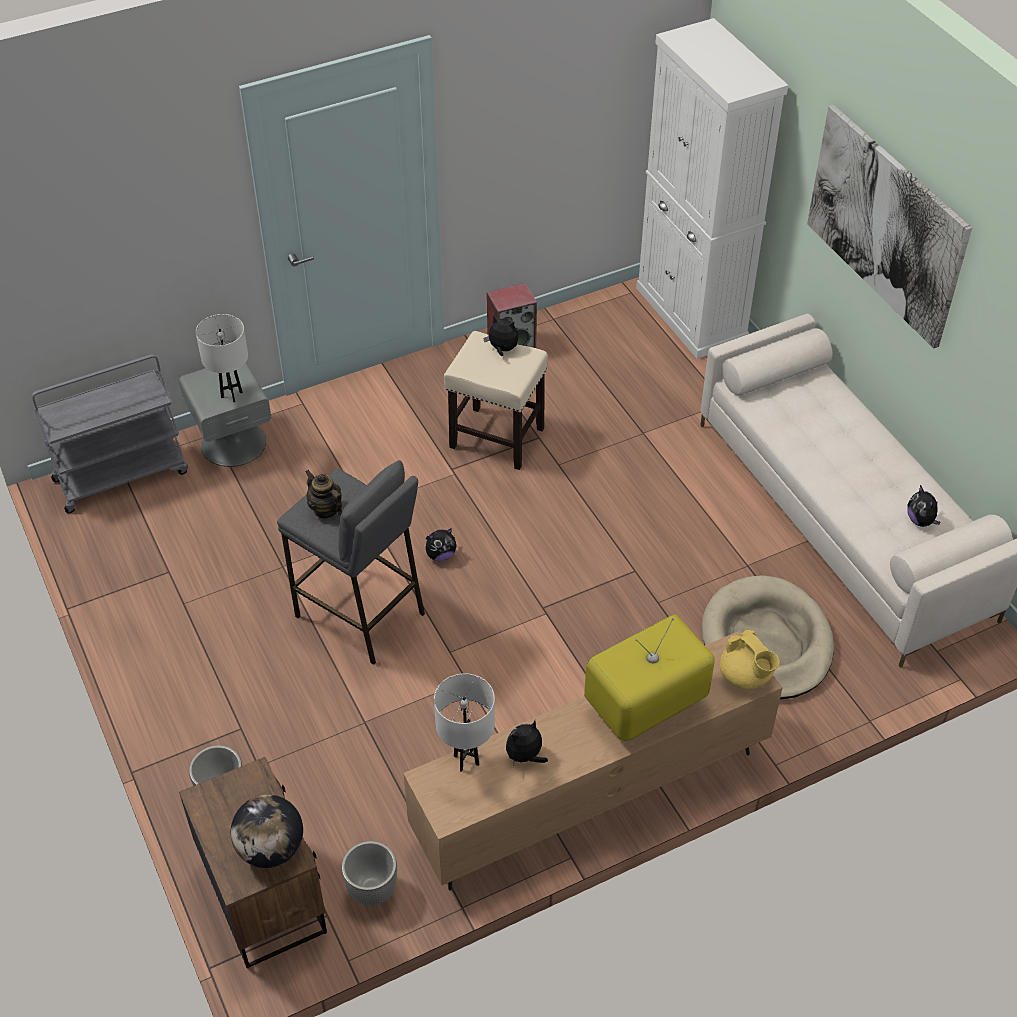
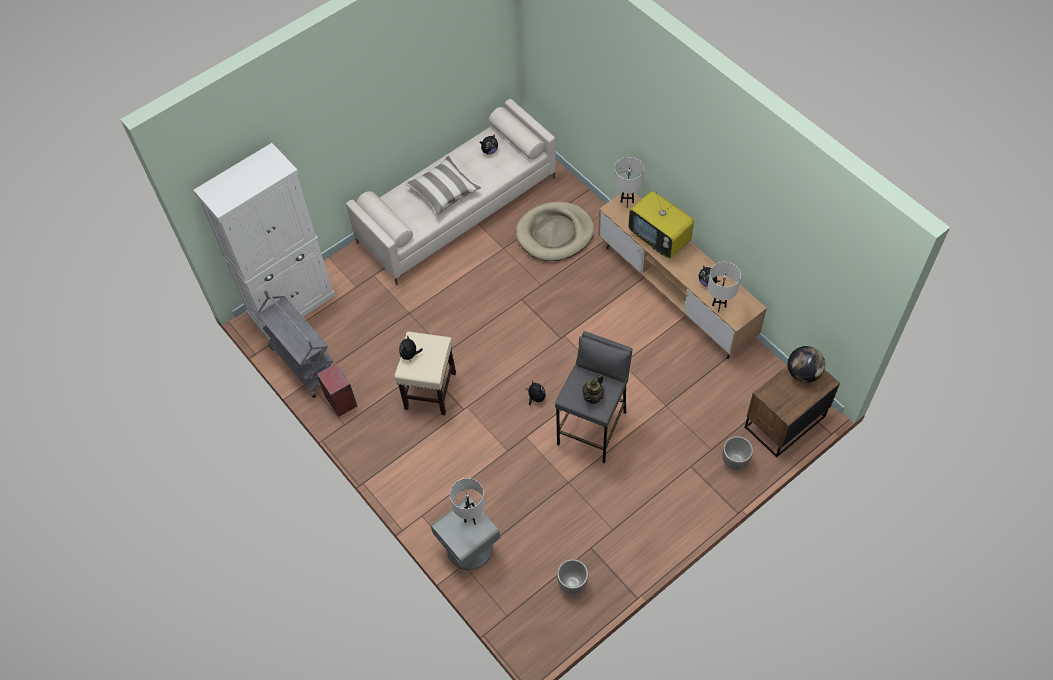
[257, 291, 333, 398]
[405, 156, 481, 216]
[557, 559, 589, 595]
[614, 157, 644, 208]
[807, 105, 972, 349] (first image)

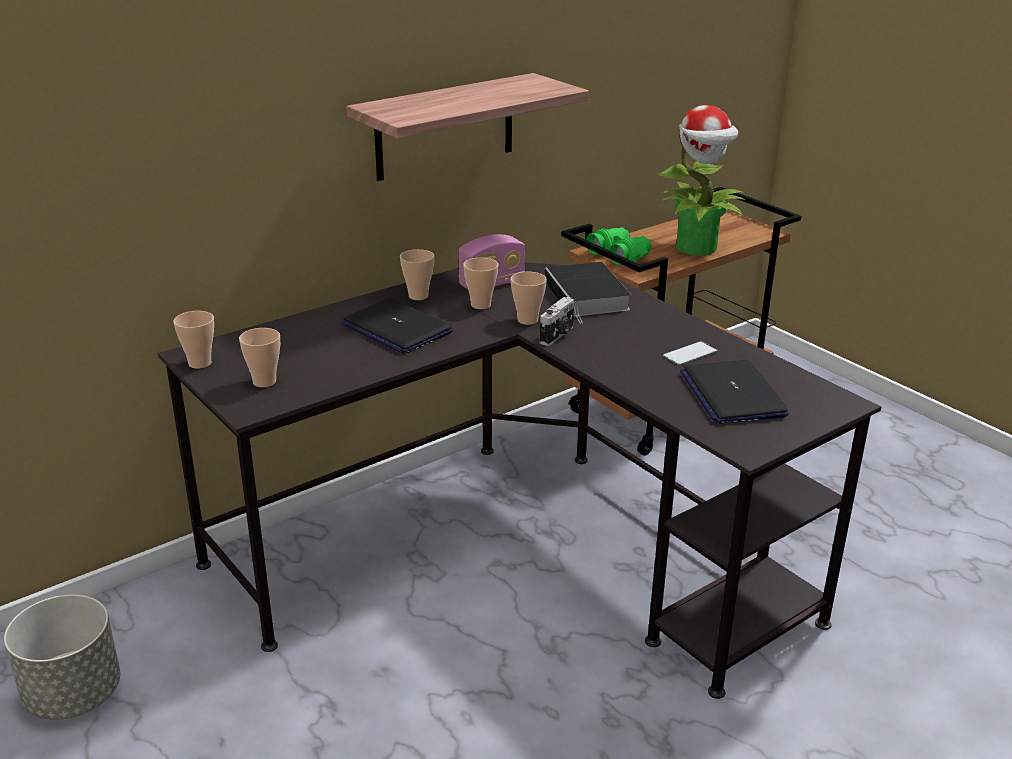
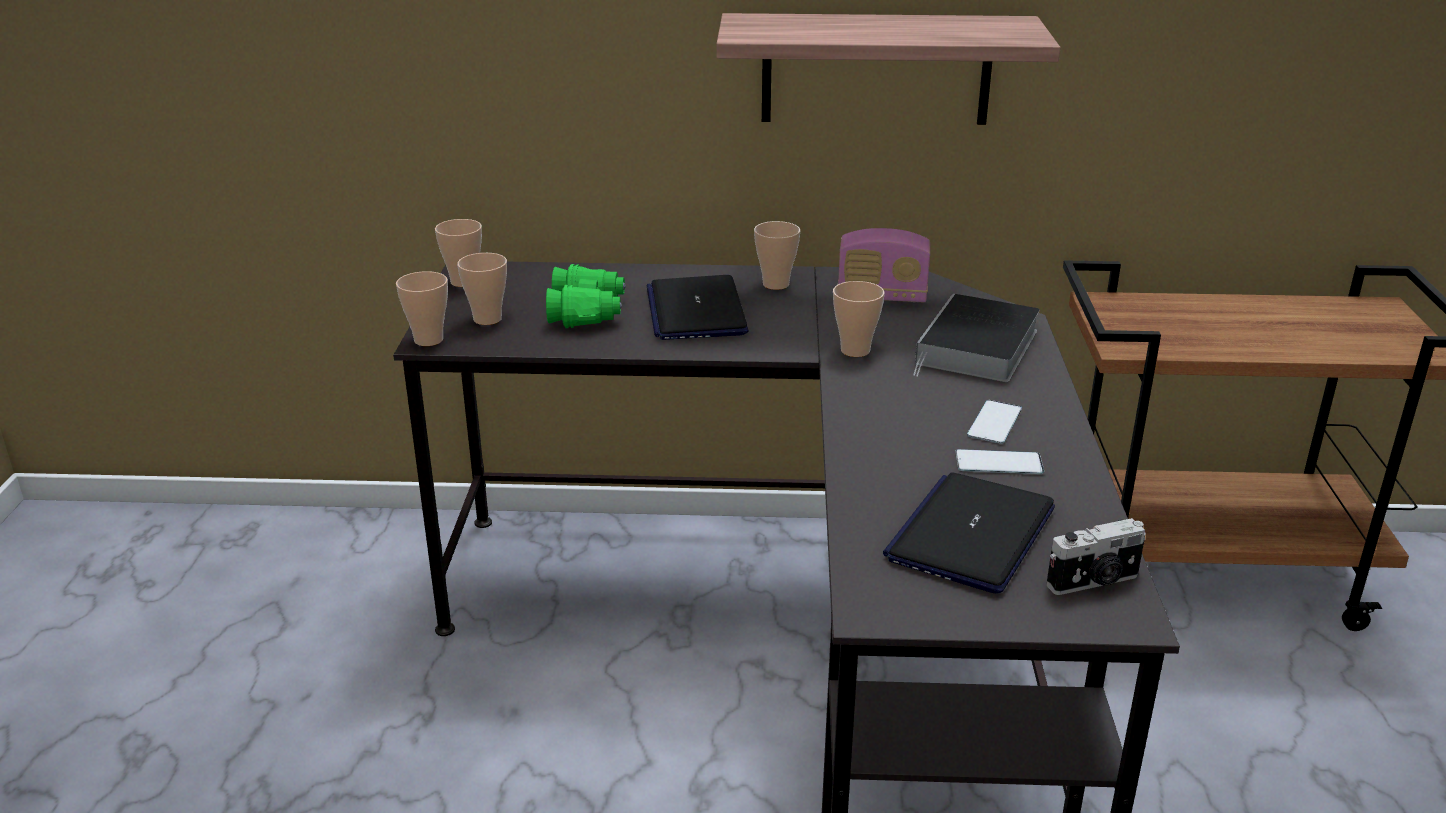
[396, 271, 448, 346]
[546, 264, 626, 328]
[967, 400, 1022, 444]
[1046, 518, 1146, 595]
[4, 594, 120, 720] (first image)
[658, 105, 745, 256] (first image)

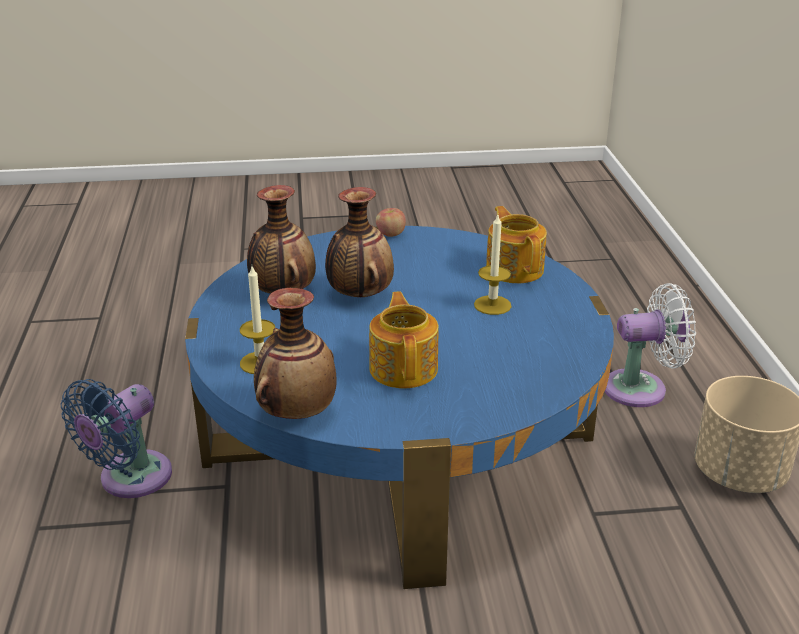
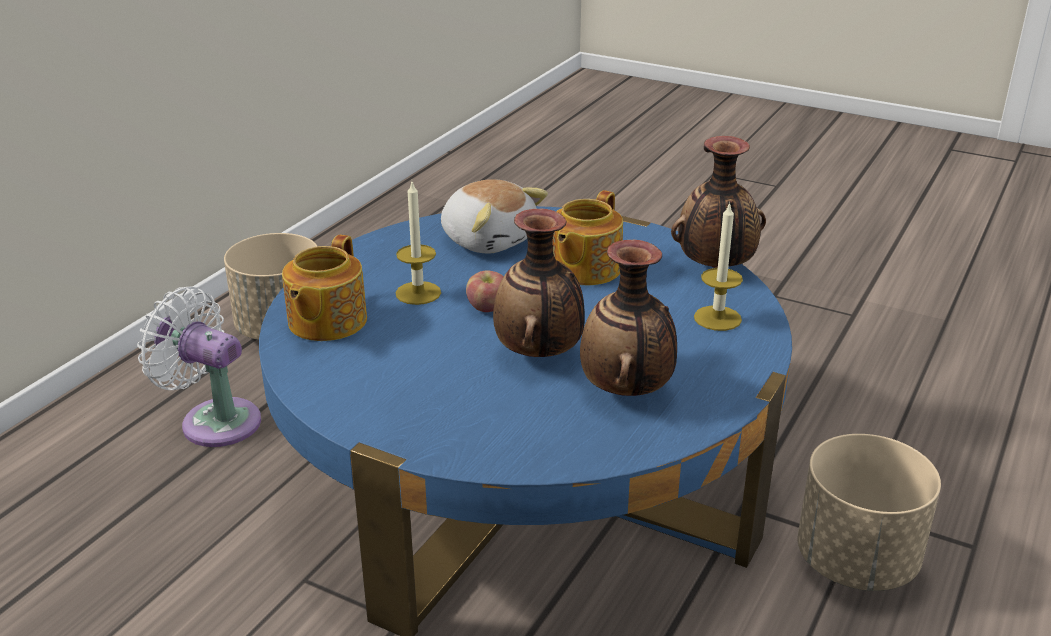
[441, 179, 548, 253]
[466, 270, 504, 312]
[797, 434, 941, 591]

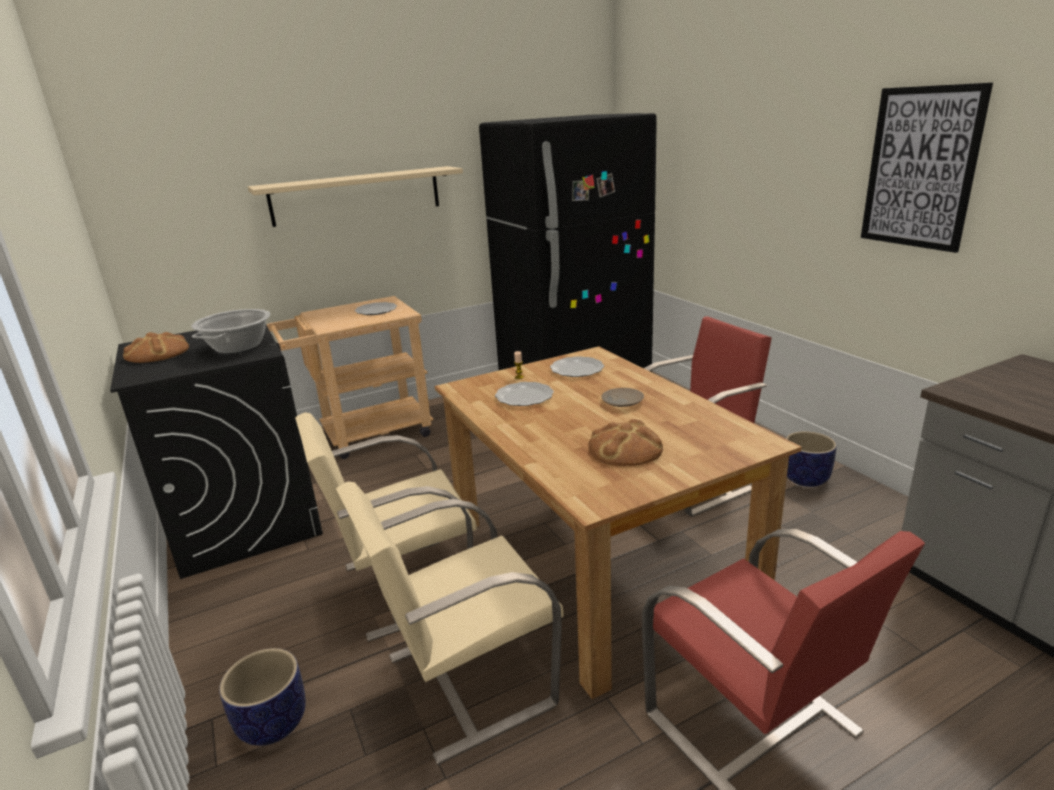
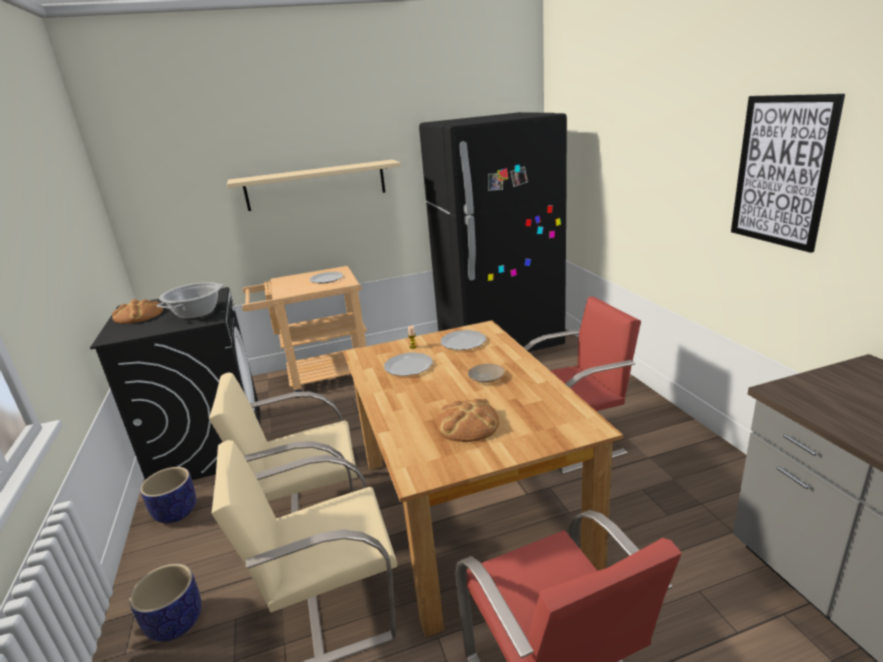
[140, 467, 197, 524]

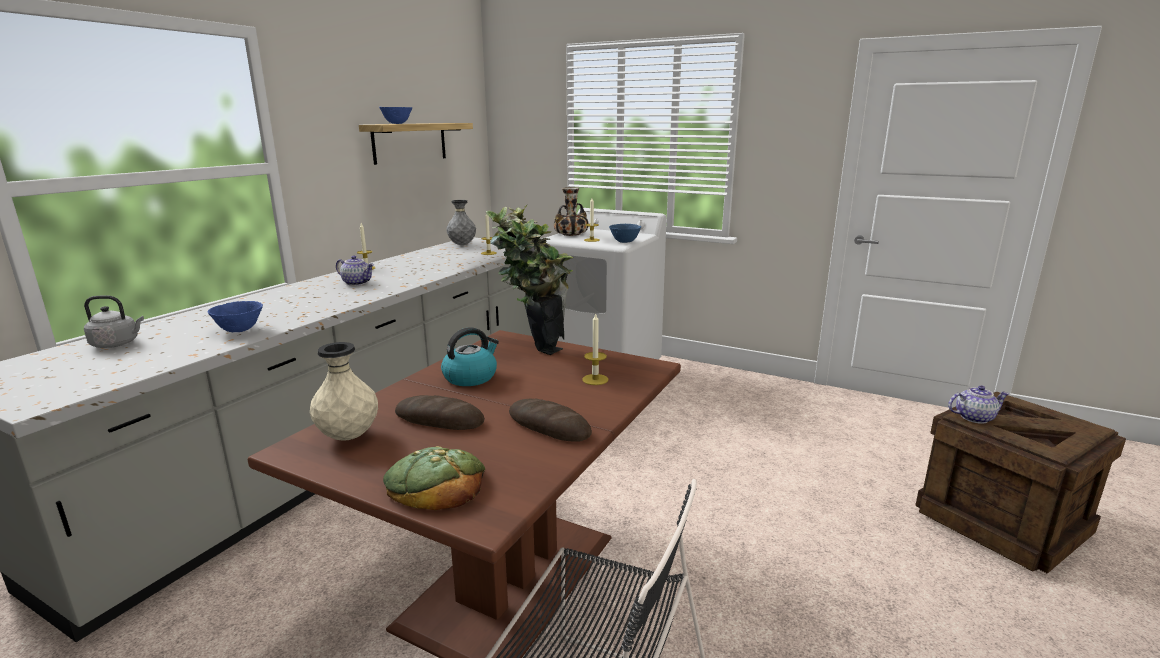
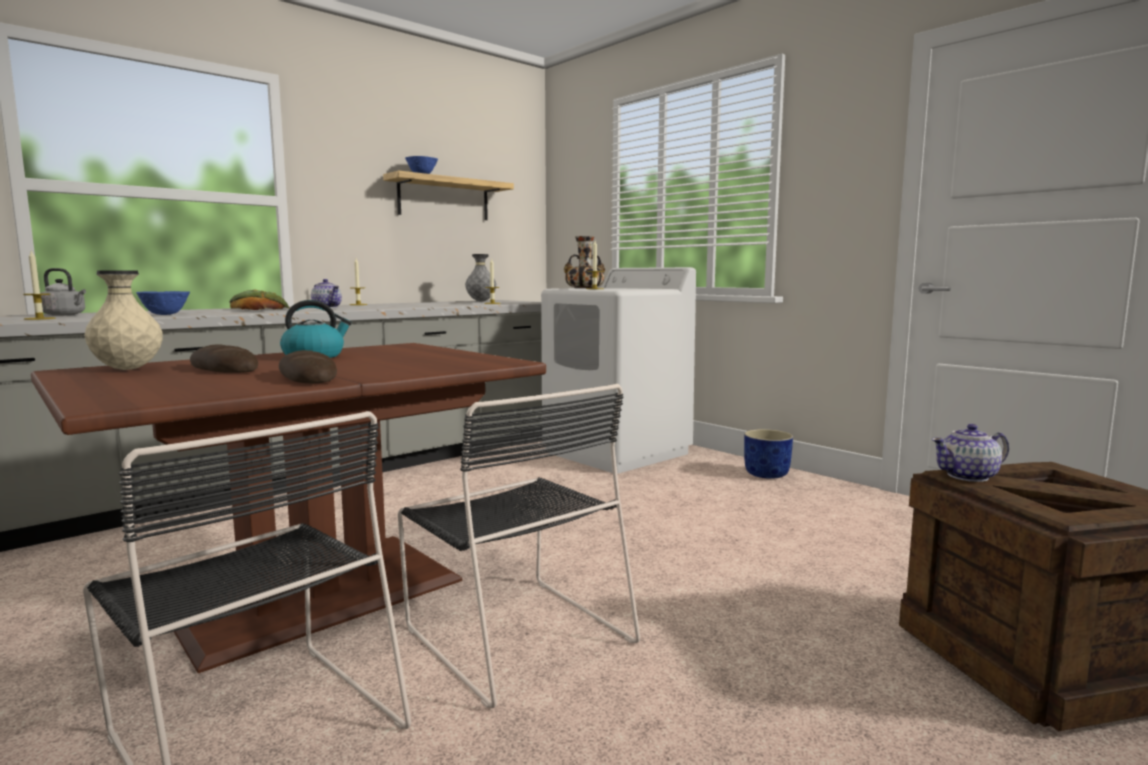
[23, 251, 56, 320]
[230, 290, 290, 310]
[398, 384, 640, 708]
[744, 429, 793, 479]
[931, 424, 1009, 482]
[486, 205, 573, 355] (first image)
[609, 224, 641, 243] (first image)

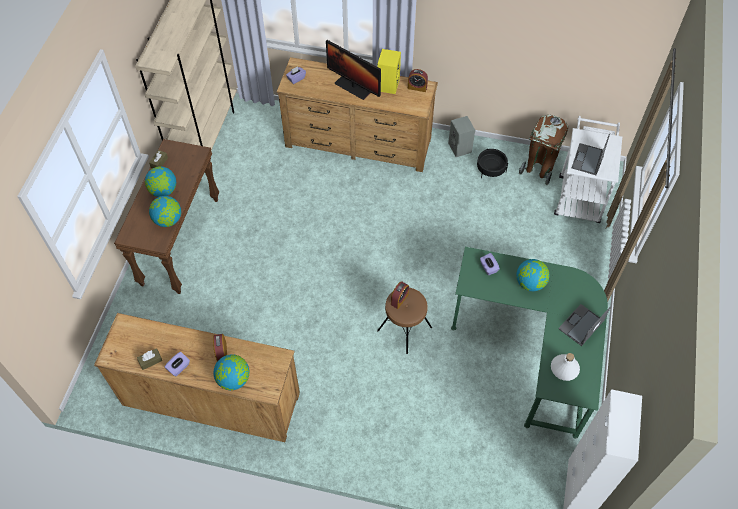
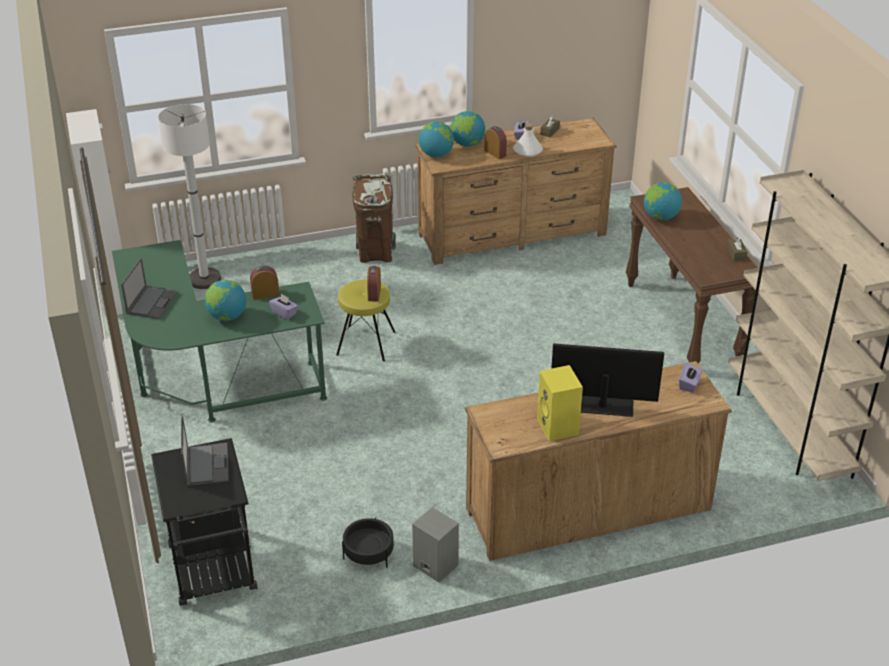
[151, 438, 257, 606]
[158, 104, 221, 289]
[250, 265, 280, 300]
[336, 279, 395, 362]
[352, 174, 396, 263]
[419, 122, 454, 158]
[513, 123, 543, 157]

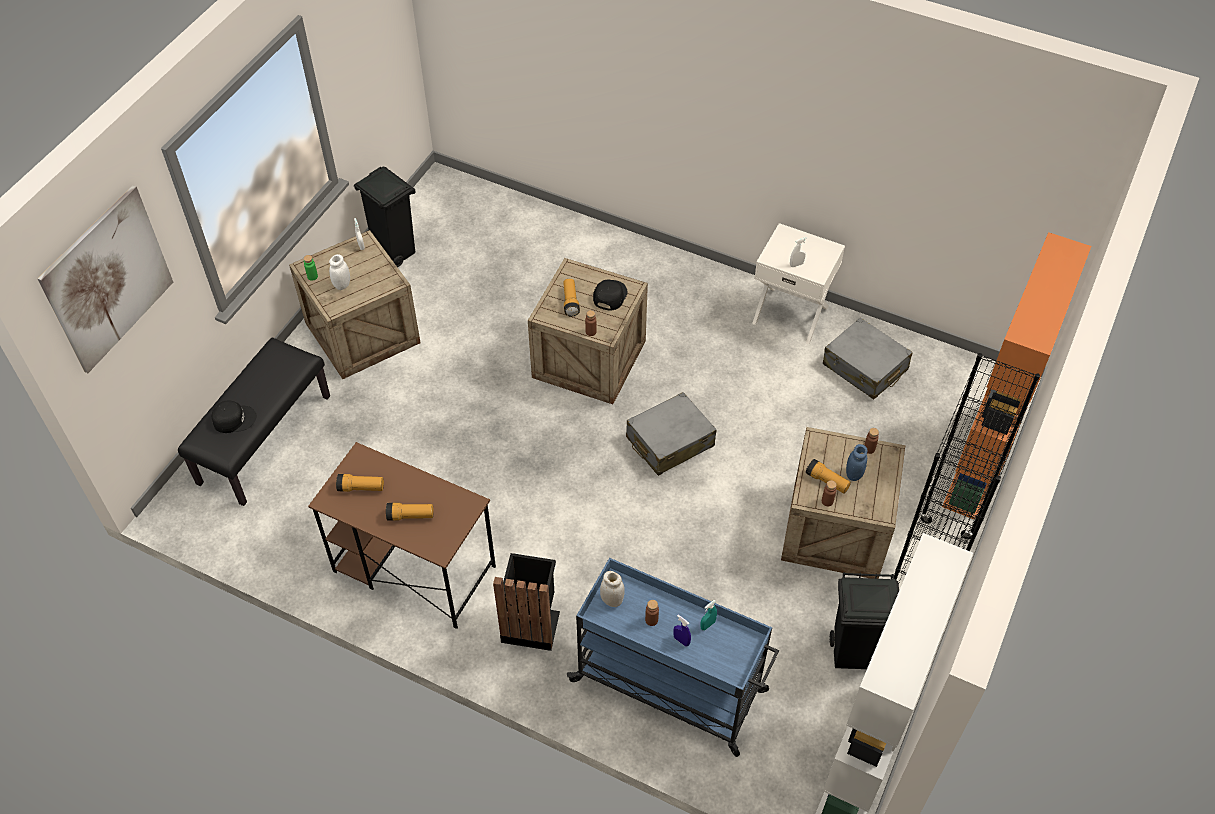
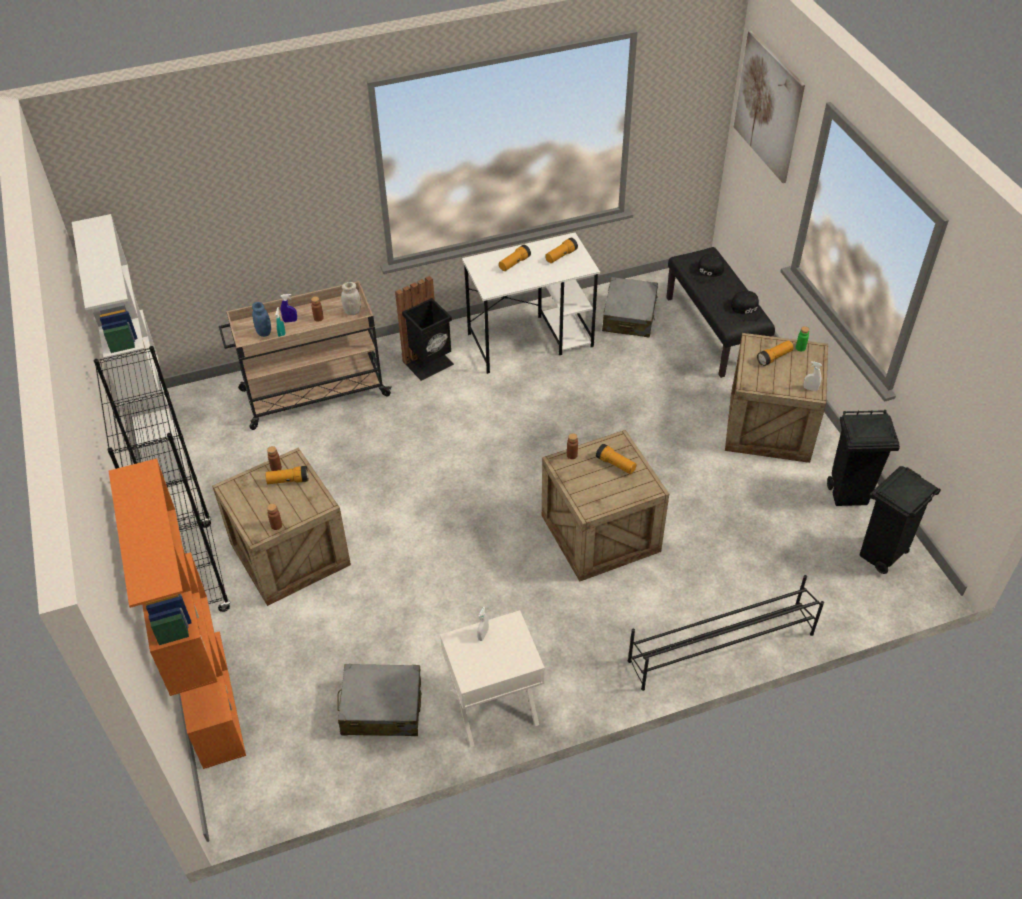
[219, 281, 392, 430]
[252, 302, 271, 337]
[462, 233, 600, 374]
[602, 277, 658, 338]
[628, 575, 824, 691]
[731, 291, 763, 321]
[757, 340, 794, 366]
[860, 466, 941, 574]

